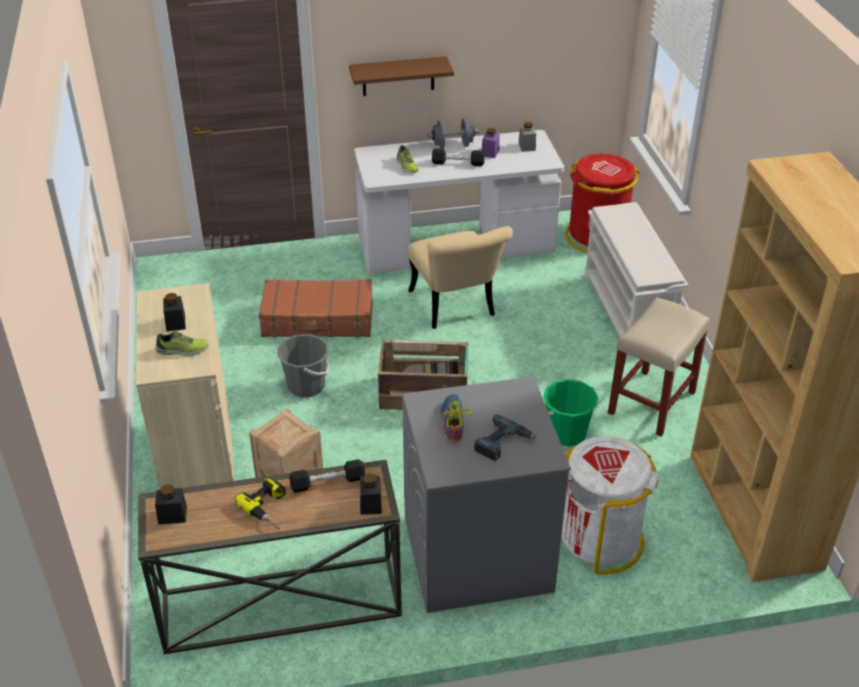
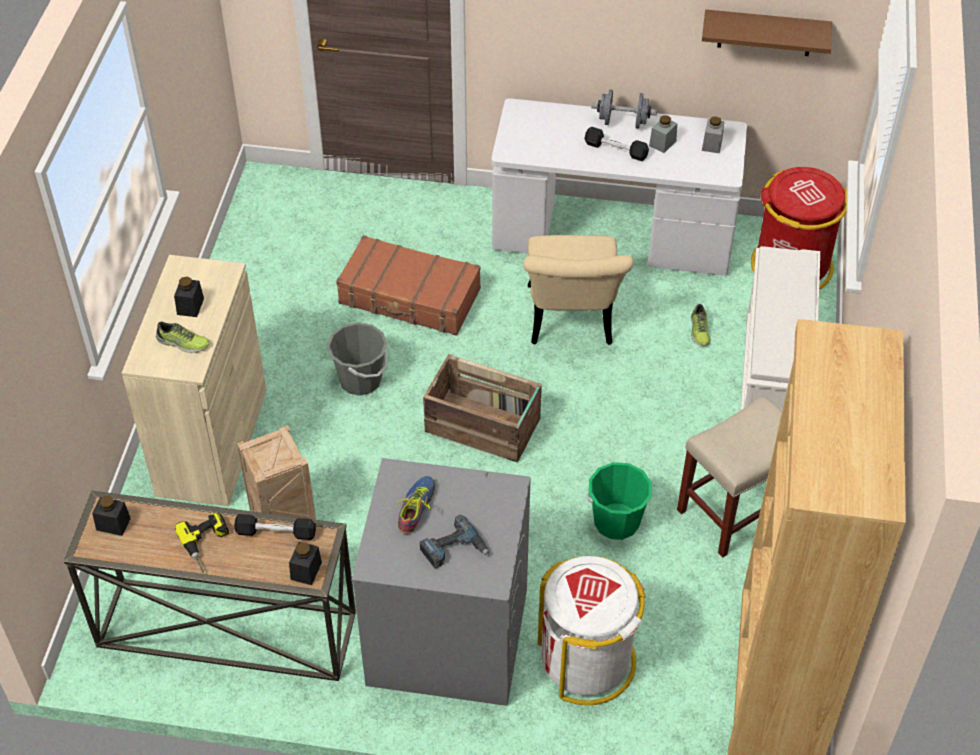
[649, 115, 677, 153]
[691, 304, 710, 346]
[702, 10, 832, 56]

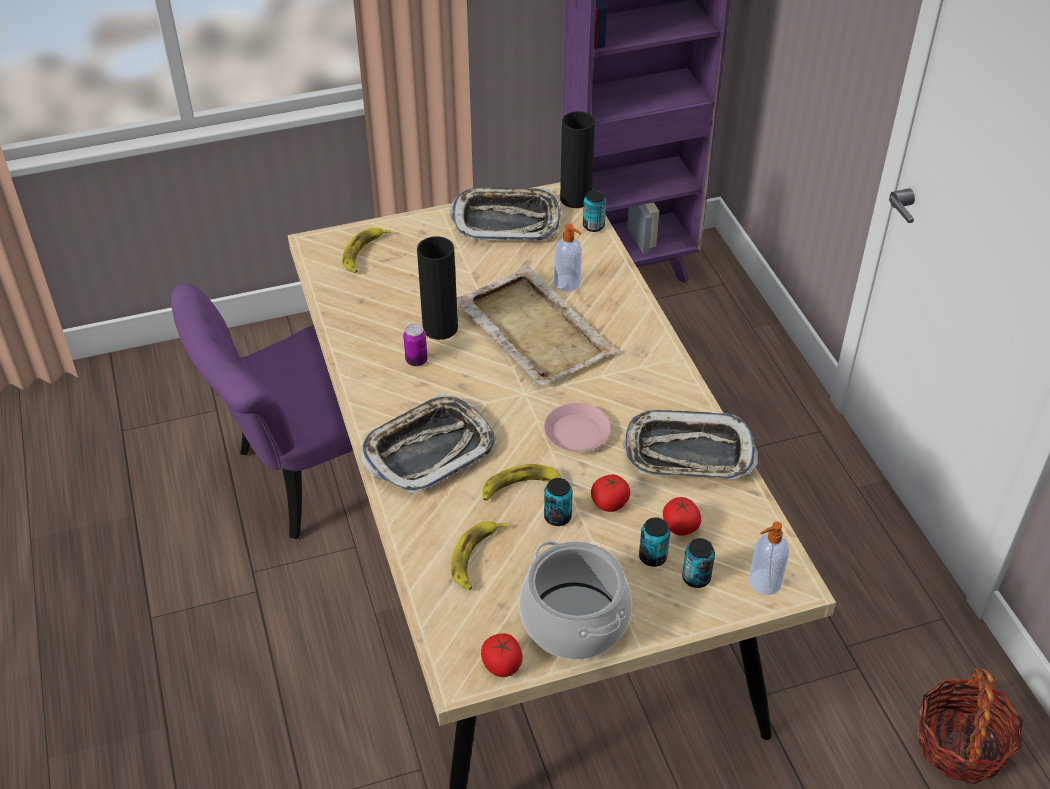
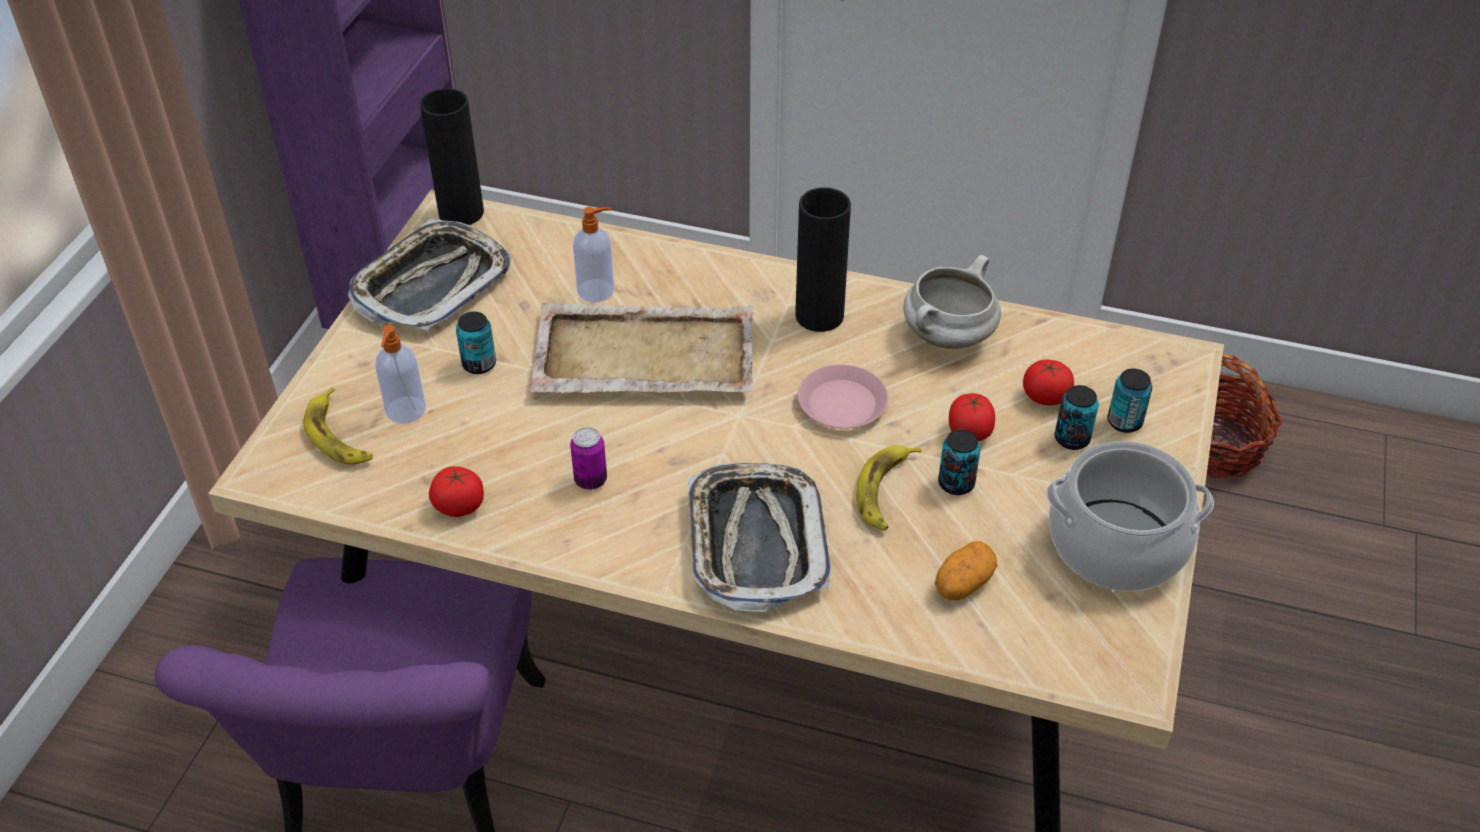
[375, 325, 426, 424]
[429, 466, 484, 517]
[456, 312, 496, 374]
[795, 187, 851, 332]
[903, 255, 1001, 349]
[935, 541, 997, 600]

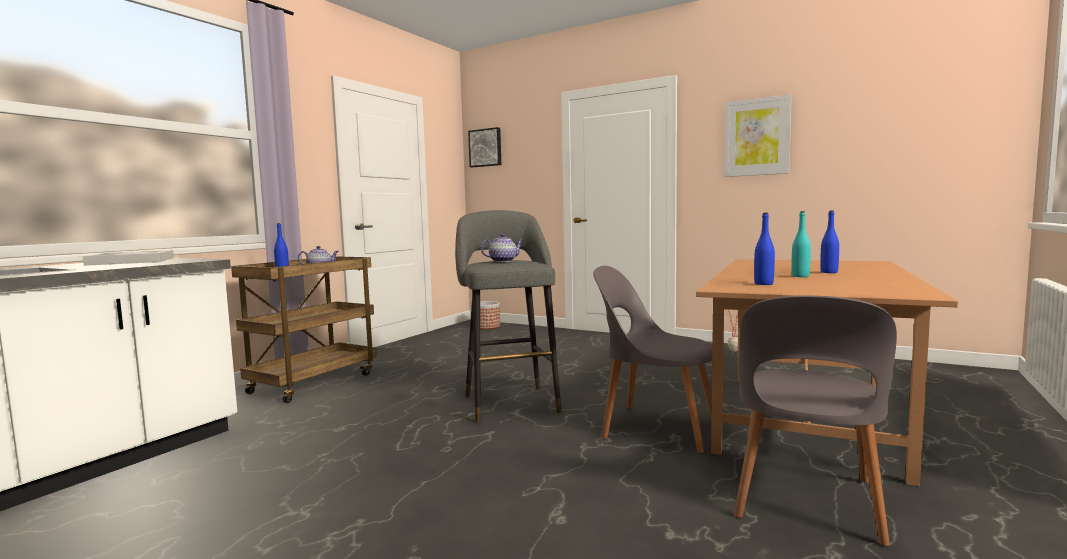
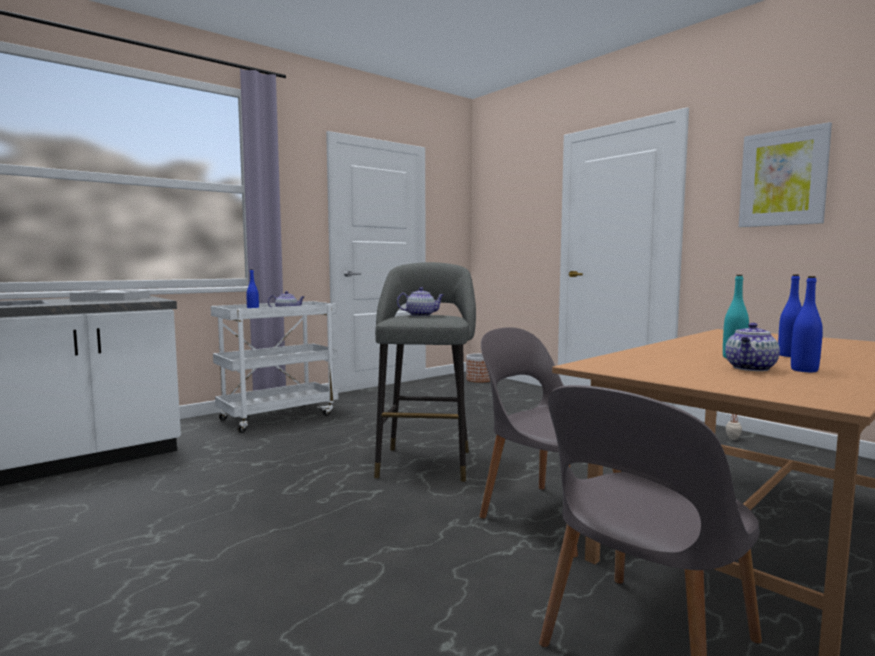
[211, 301, 338, 433]
[725, 323, 780, 371]
[791, 276, 823, 372]
[468, 127, 501, 167] (first image)

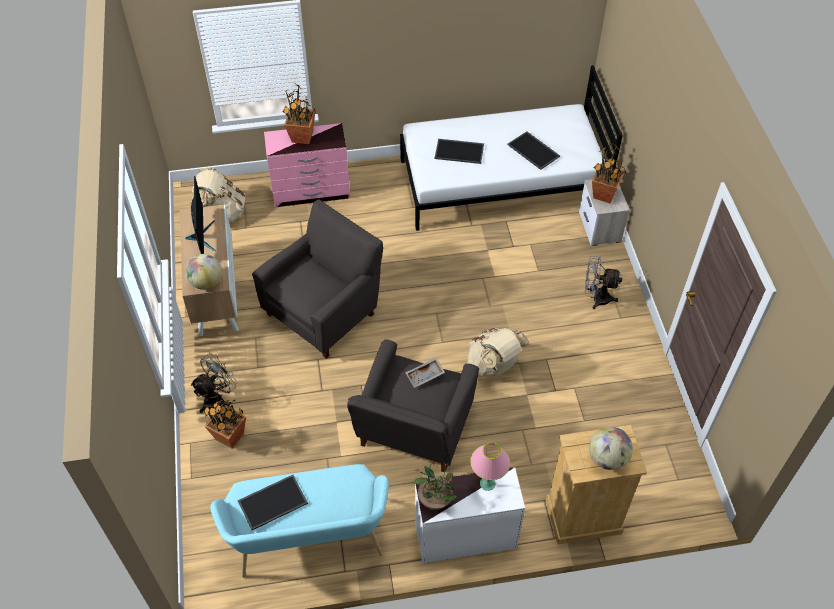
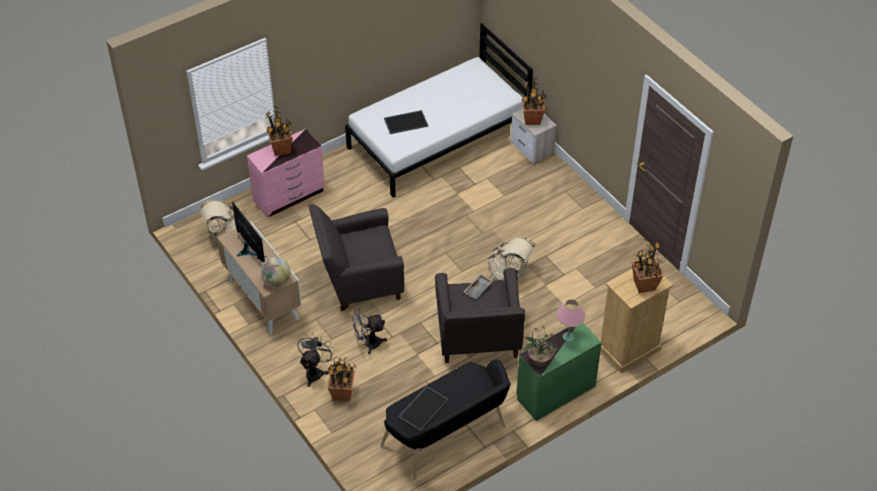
[308, 204, 404, 311]
[351, 308, 387, 354]
[381, 359, 511, 480]
[517, 323, 602, 421]
[632, 240, 663, 293]
[508, 131, 560, 170] (first image)

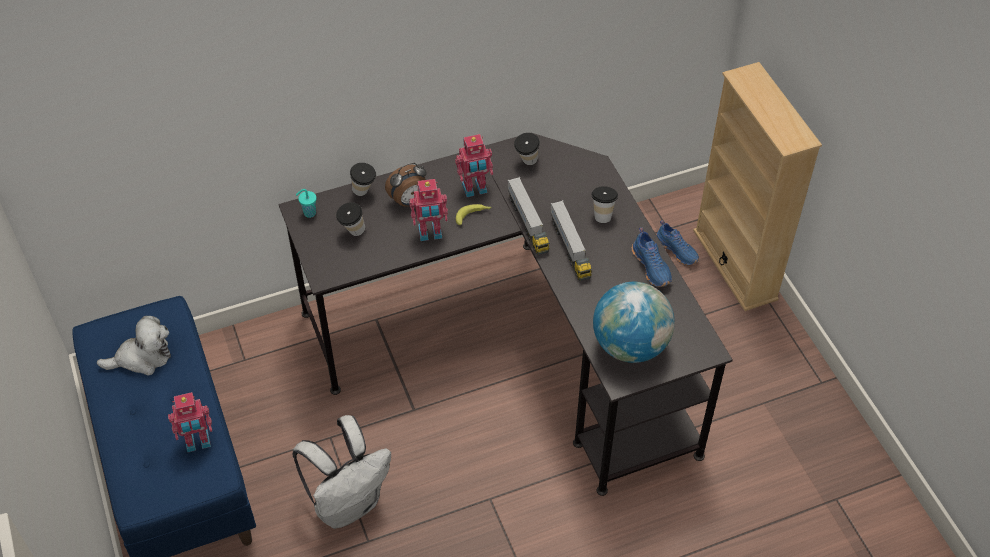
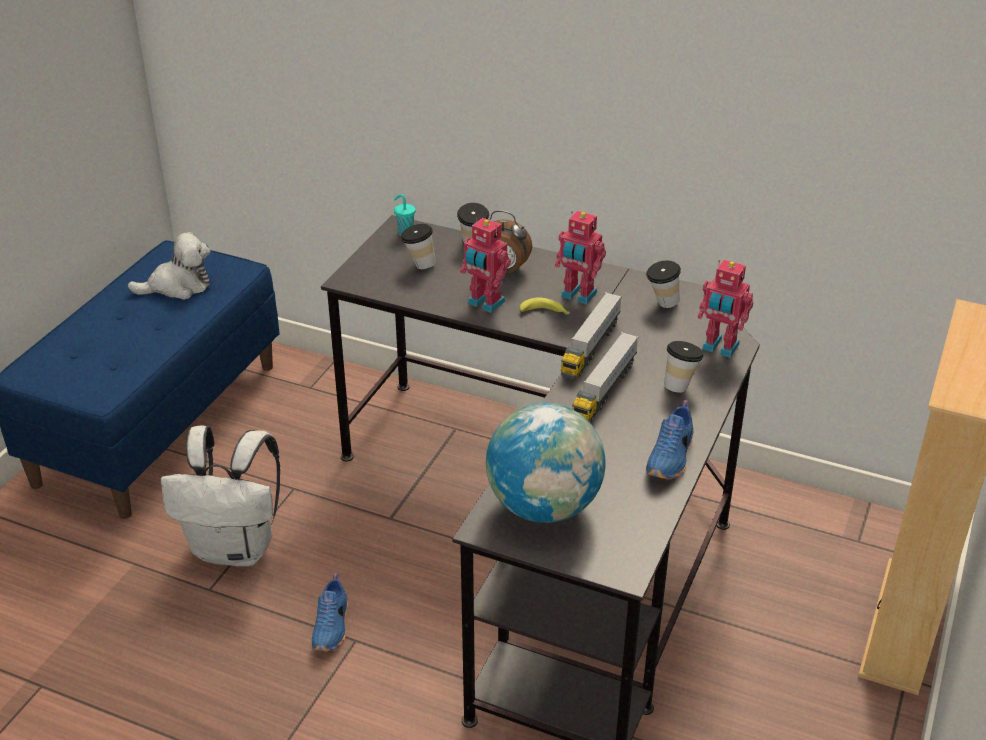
[128, 232, 210, 300]
[311, 573, 348, 651]
[698, 260, 753, 358]

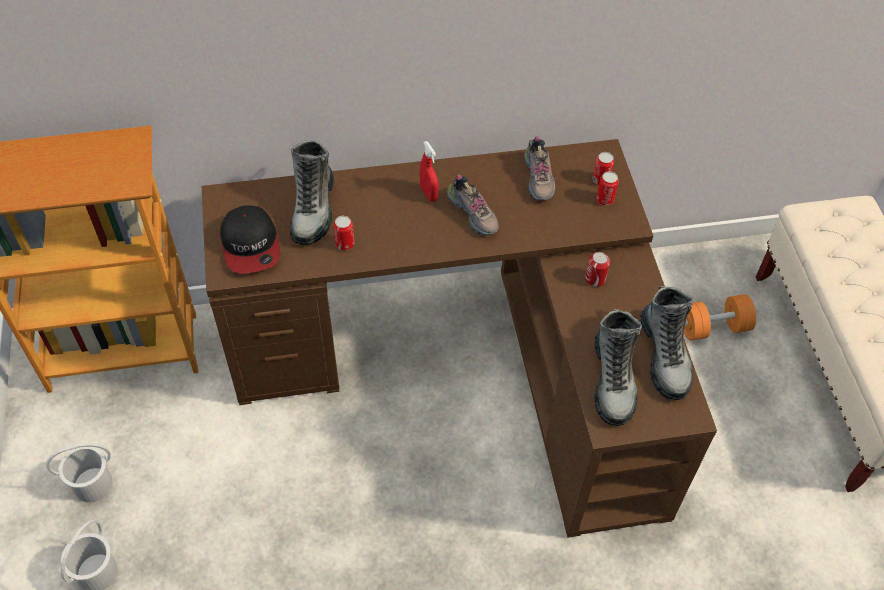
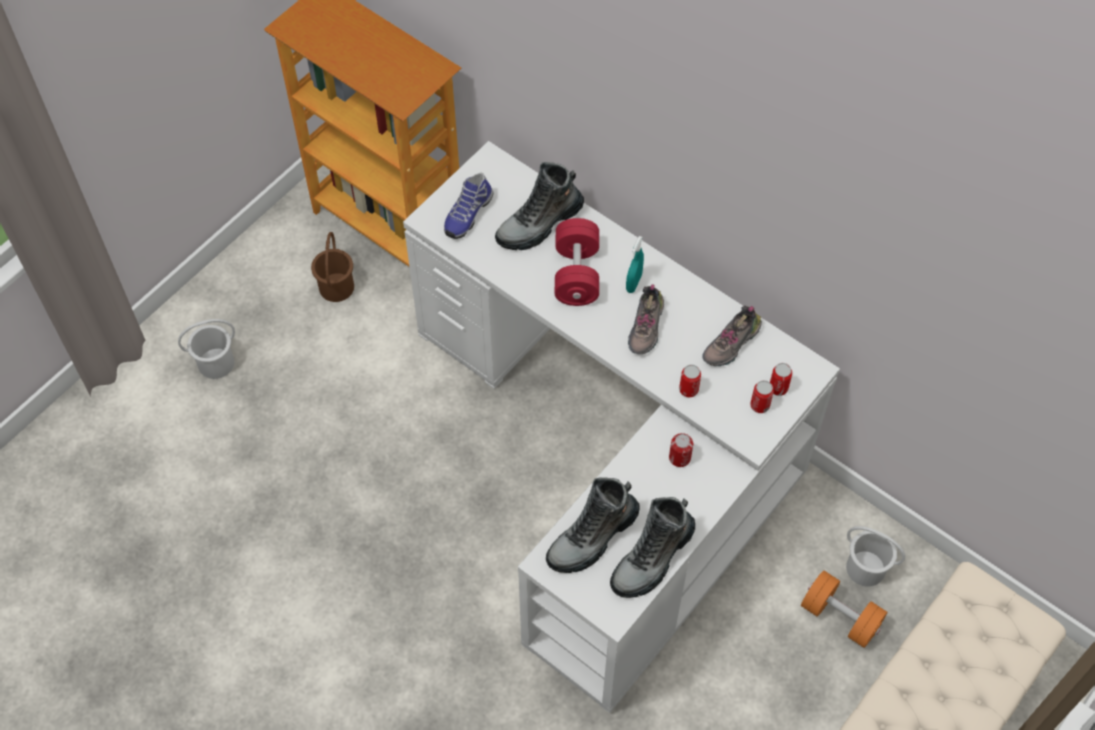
[311, 232, 354, 302]
[403, 141, 840, 713]
[444, 173, 493, 239]
[555, 218, 599, 306]
[626, 236, 644, 293]
[679, 365, 701, 397]
[846, 526, 905, 587]

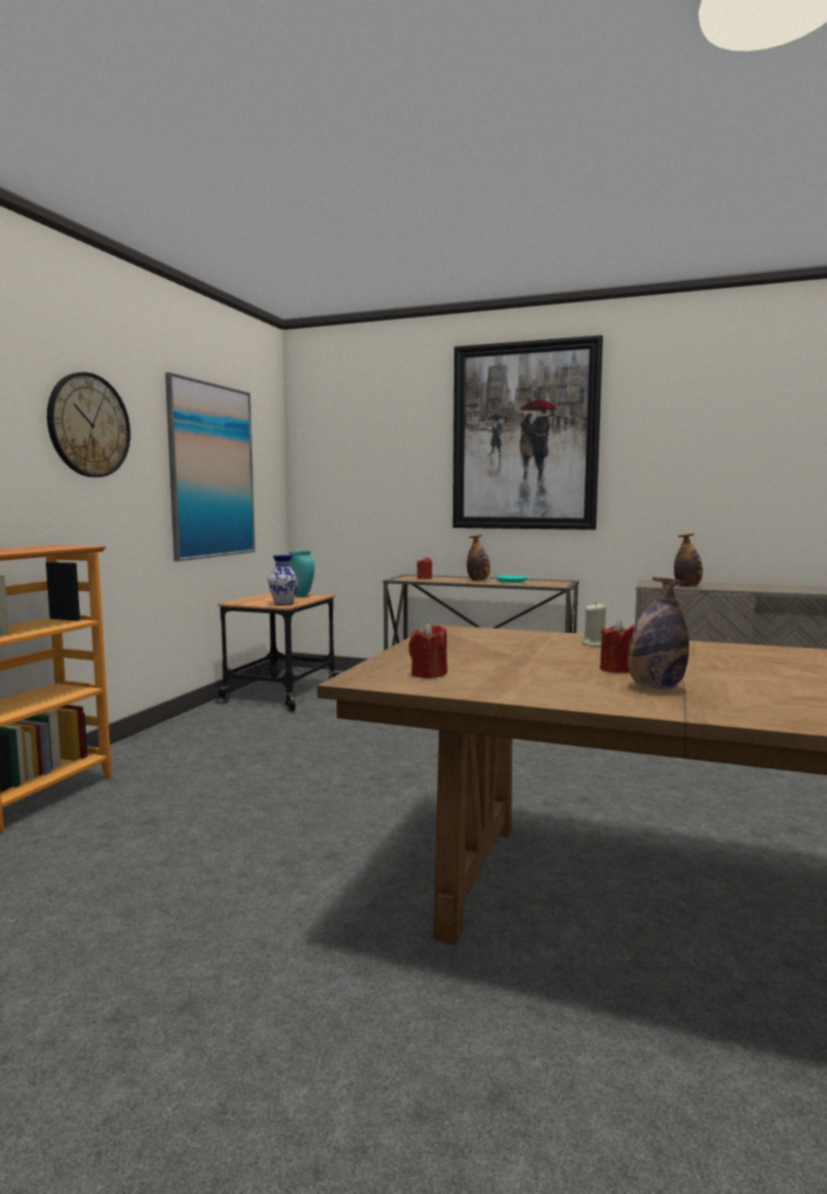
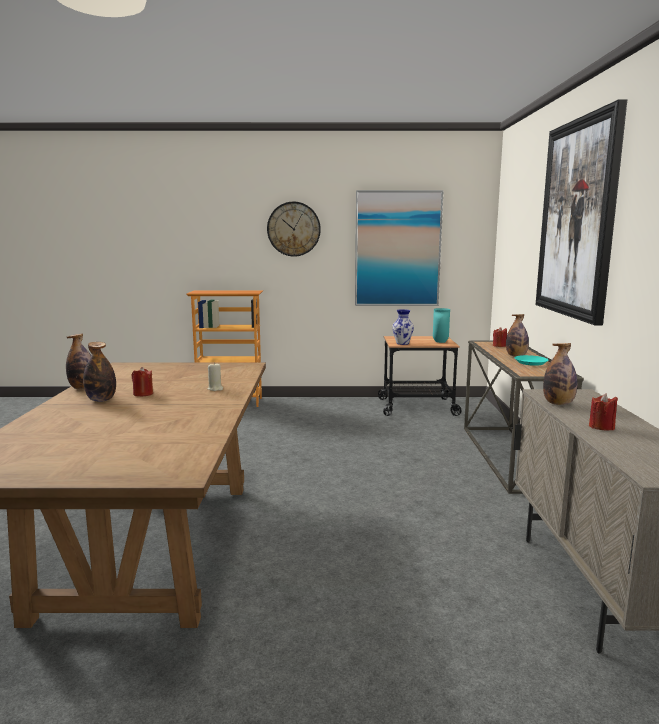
[66, 333, 91, 389]
[589, 393, 618, 431]

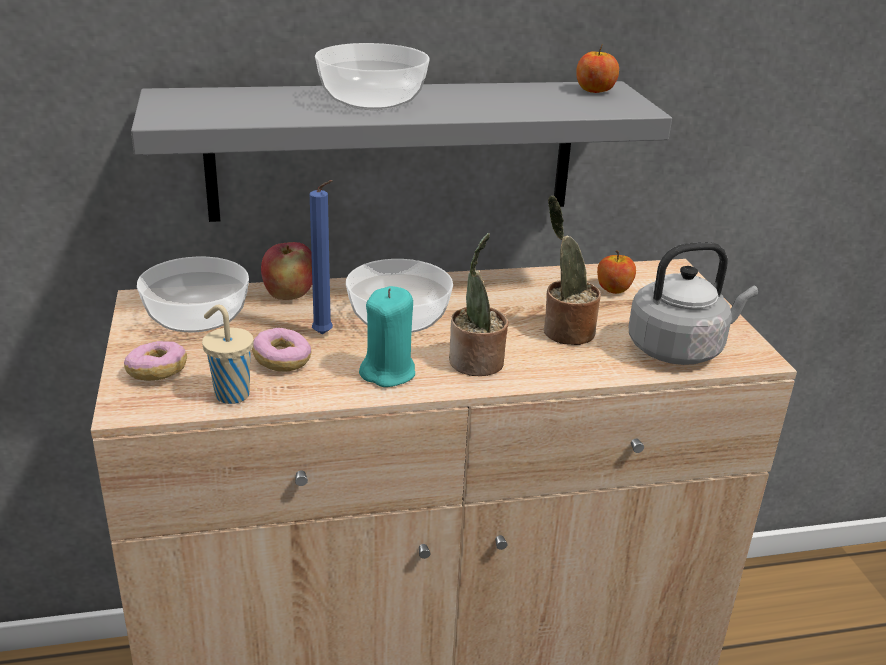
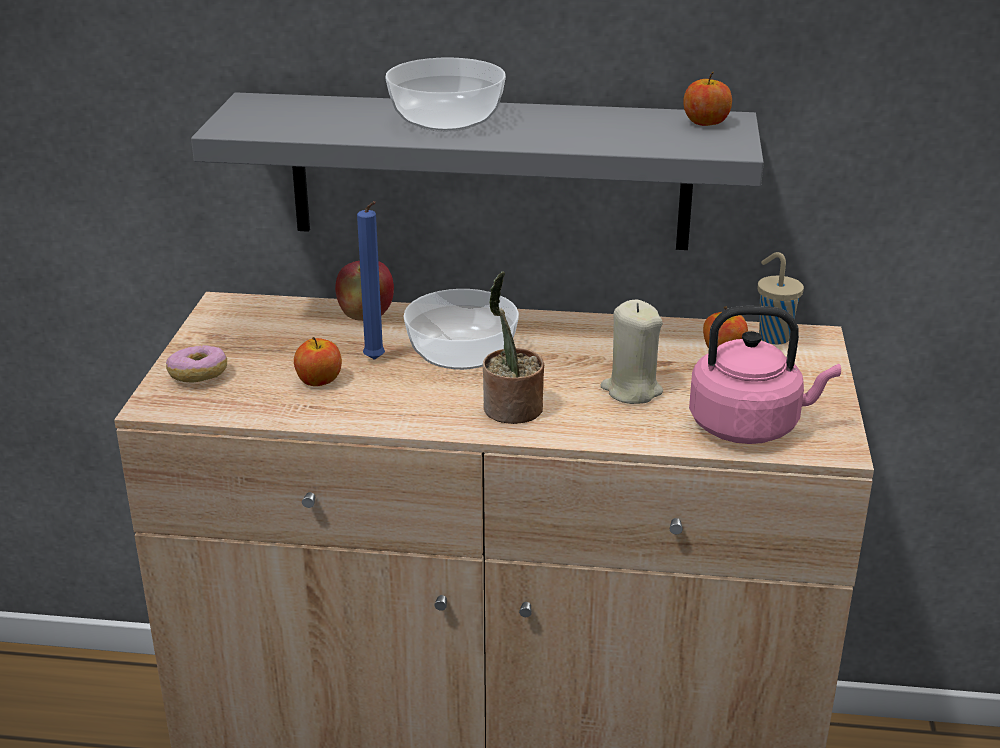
[294, 337, 342, 386]
[600, 300, 663, 404]
[689, 306, 841, 444]
[758, 252, 804, 345]
[137, 256, 249, 332] (first image)
[359, 286, 415, 387] (first image)

